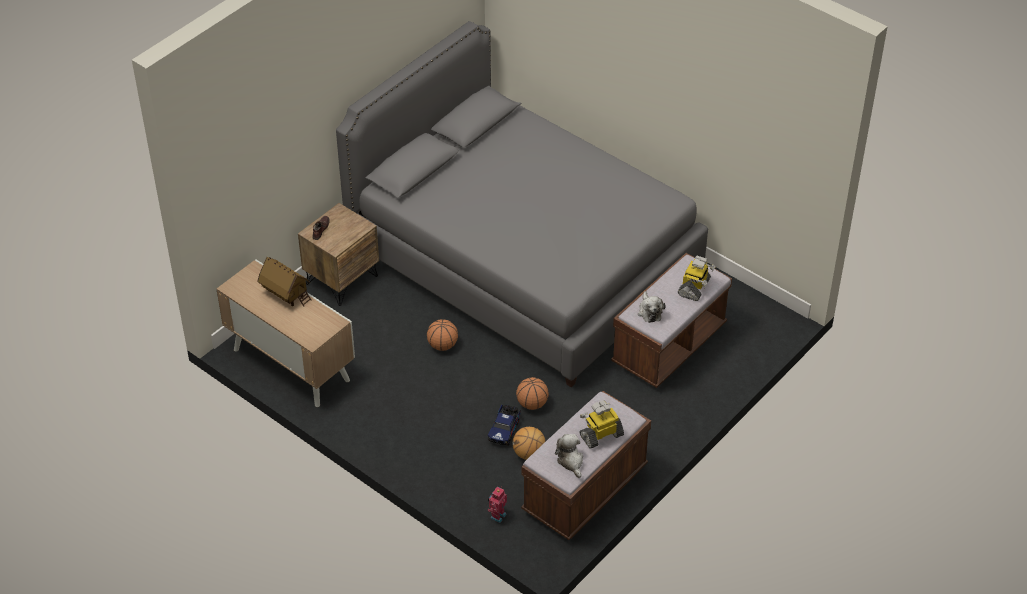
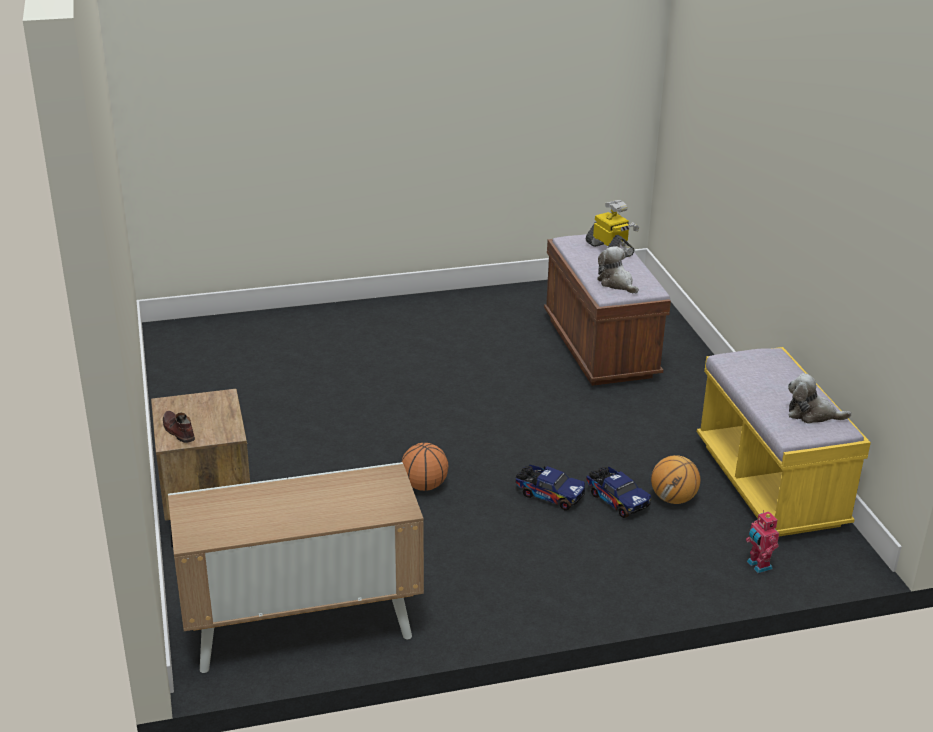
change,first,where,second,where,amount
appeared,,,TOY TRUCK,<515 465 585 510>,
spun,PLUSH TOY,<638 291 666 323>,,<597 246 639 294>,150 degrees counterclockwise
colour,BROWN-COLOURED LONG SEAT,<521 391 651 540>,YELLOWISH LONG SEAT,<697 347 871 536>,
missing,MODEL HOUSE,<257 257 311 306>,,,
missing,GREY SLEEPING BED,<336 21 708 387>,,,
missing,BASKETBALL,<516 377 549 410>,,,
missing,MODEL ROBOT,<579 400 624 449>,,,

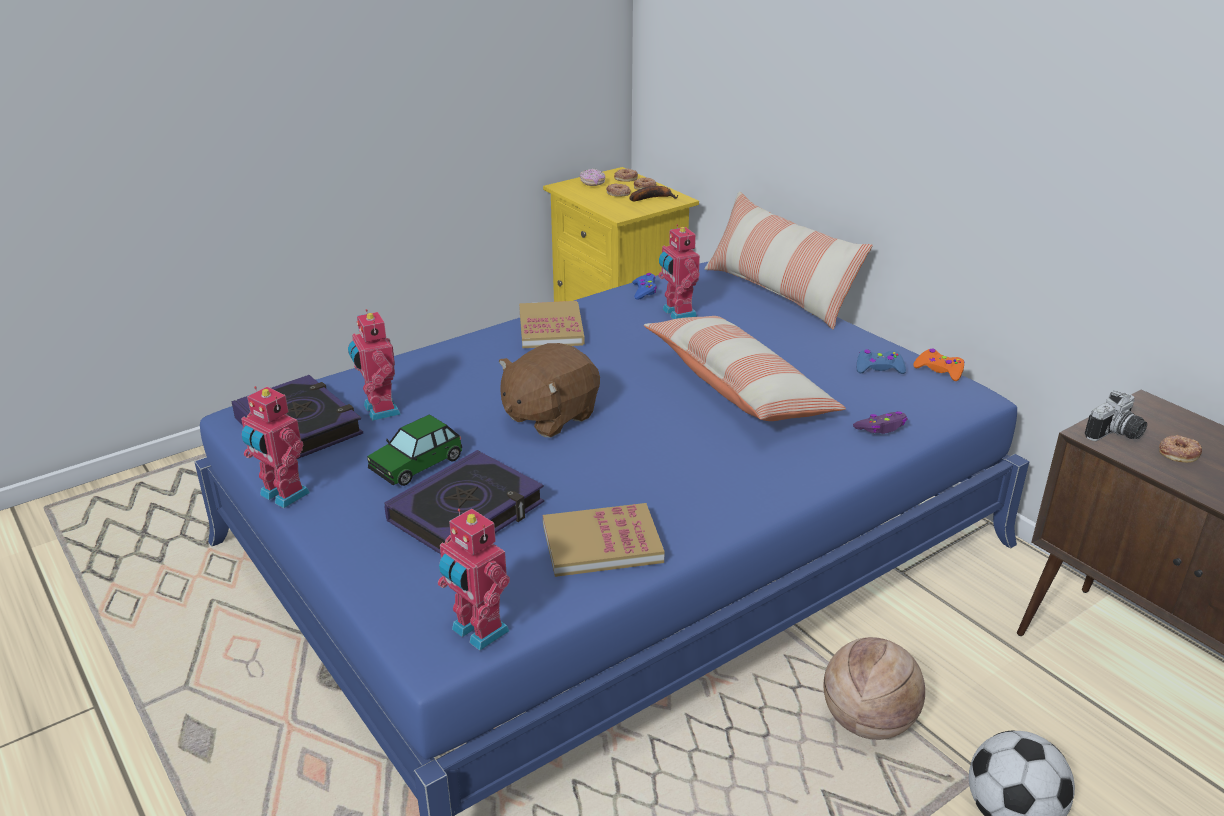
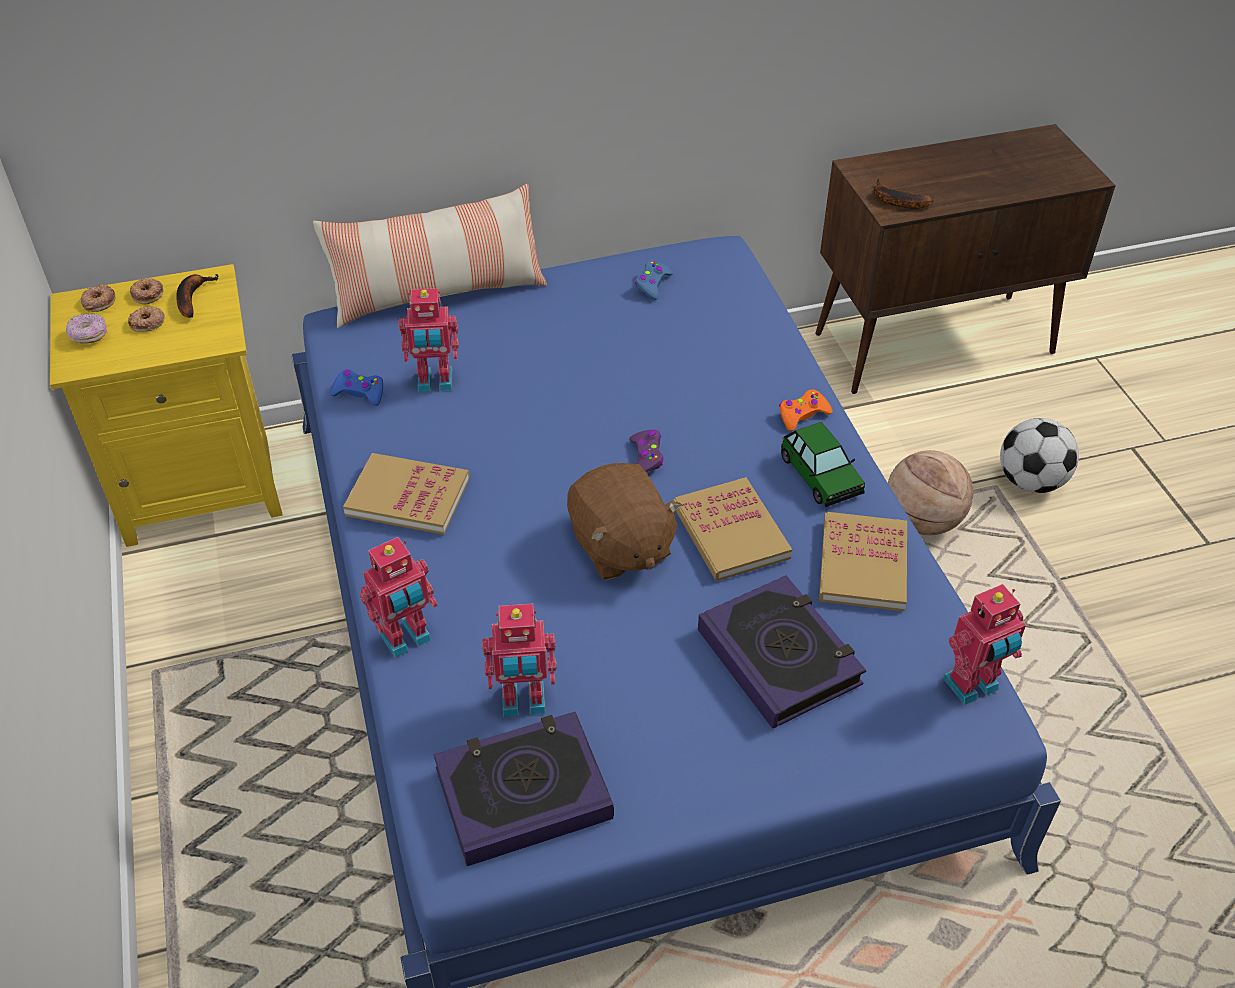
change,first,where,second,where,amount
relocated,MODEL ROBOT,<241 386 310 508>,,<360 537 437 658>,
relocated,PURPLE-COLOURED GAME CONTROLLER,<853 411 908 434>,,<629 429 664 473>,
appeared,,,BOUND BOOK,<673 477 792 581>,
relocated,ORANGE GAME CONTROLLER,<913 348 964 381>,,<779 389 833 431>,
relocated,TOY CAR,<367 414 462 486>,,<781 422 865 507>,
exchanged,PHOTO CAMERA,<1085 391 1147 441>,WHOLE BANANA,<874 179 934 208>,
missing,THROW PILLOW,<644 316 846 421>,,,
missing,RING DOUGHNUT,<1159 435 1202 463>,,,

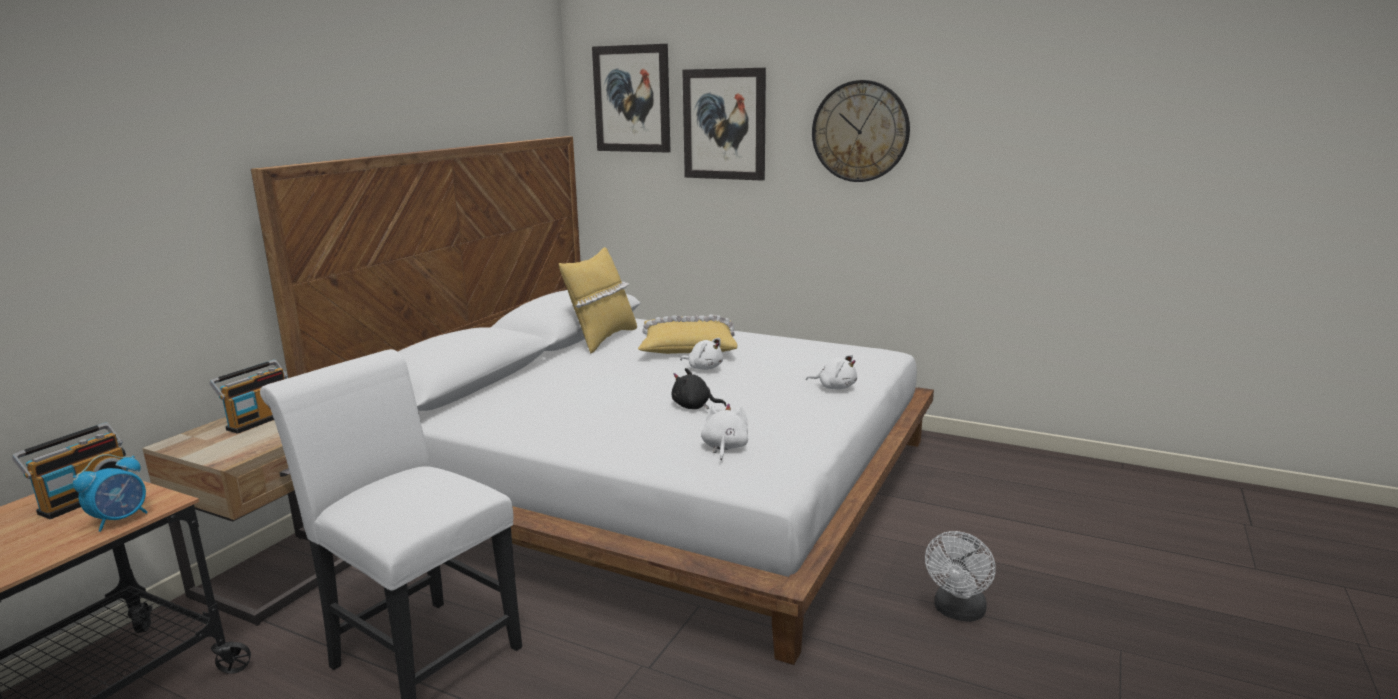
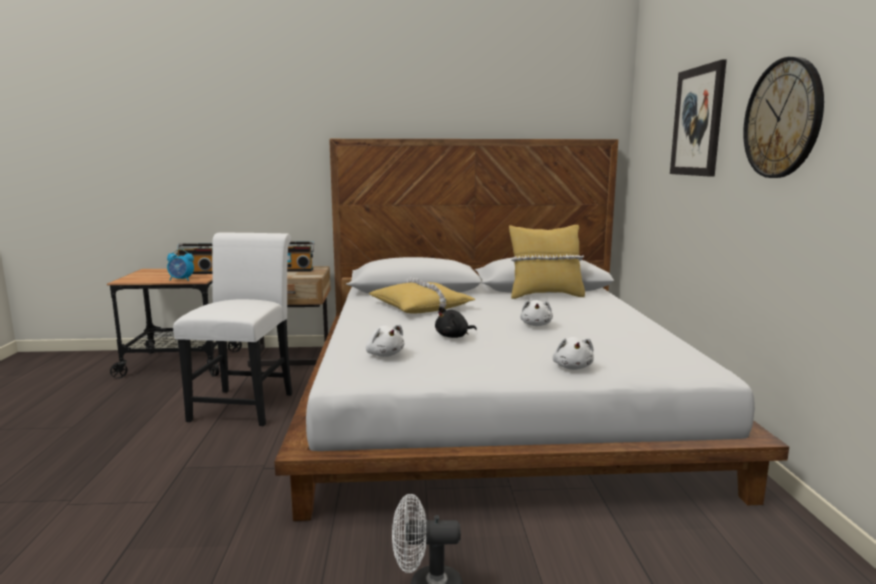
change,first,where,second,where,amount
spun,WHITISH PLUSH TOY,<701 403 748 460>,,<366 324 404 357>,75 degrees clockwise
relocated,YELLOWISH THROW PILLOW,<638 314 738 354>,,<369 277 475 313>,
spun,BLACKISH PLUSH TOY,<672 368 727 409>,,<435 307 477 338>,105 degrees counterclockwise
missing,PICTURE,<592 44 670 152>,,,

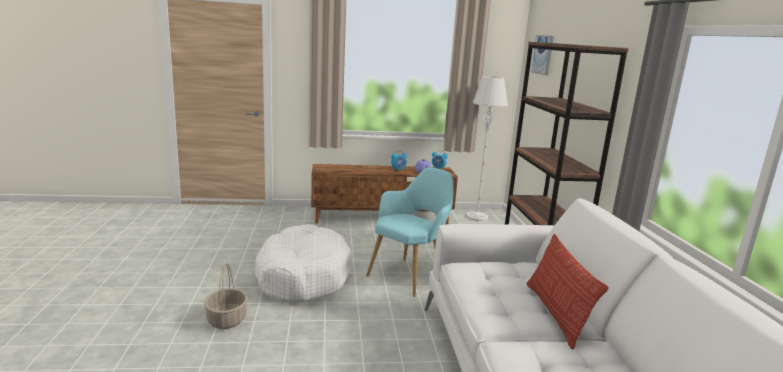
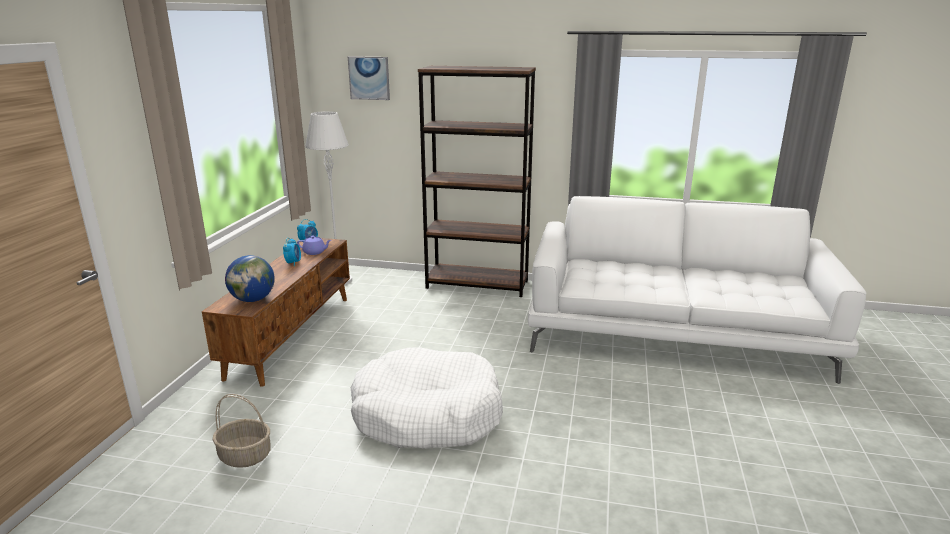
change,first,where,second,where,amount
relocated,STORAGE BASKET,<204 263 248 329>,,<212 394 271 468>,
appeared,,,DESK GLOBE,<225 255 275 302>,
missing,BLUE-GREEN EASY CHAIR,<366 167 454 297>,,,
missing,THROW PILLOW,<526 234 609 349>,,,

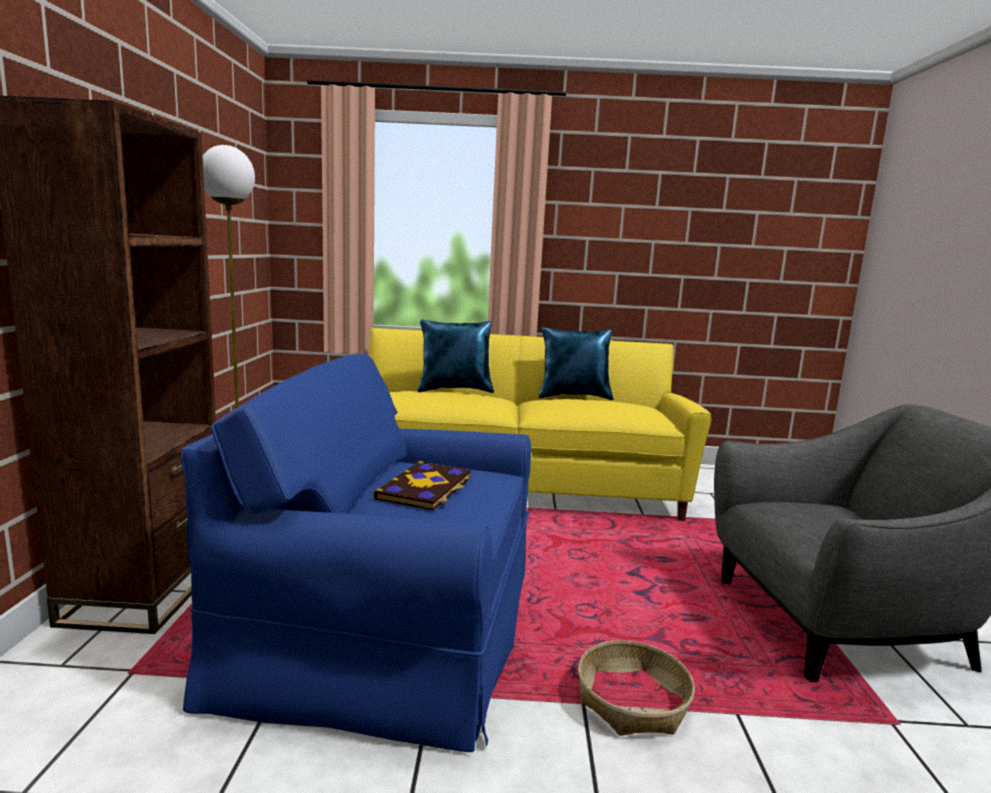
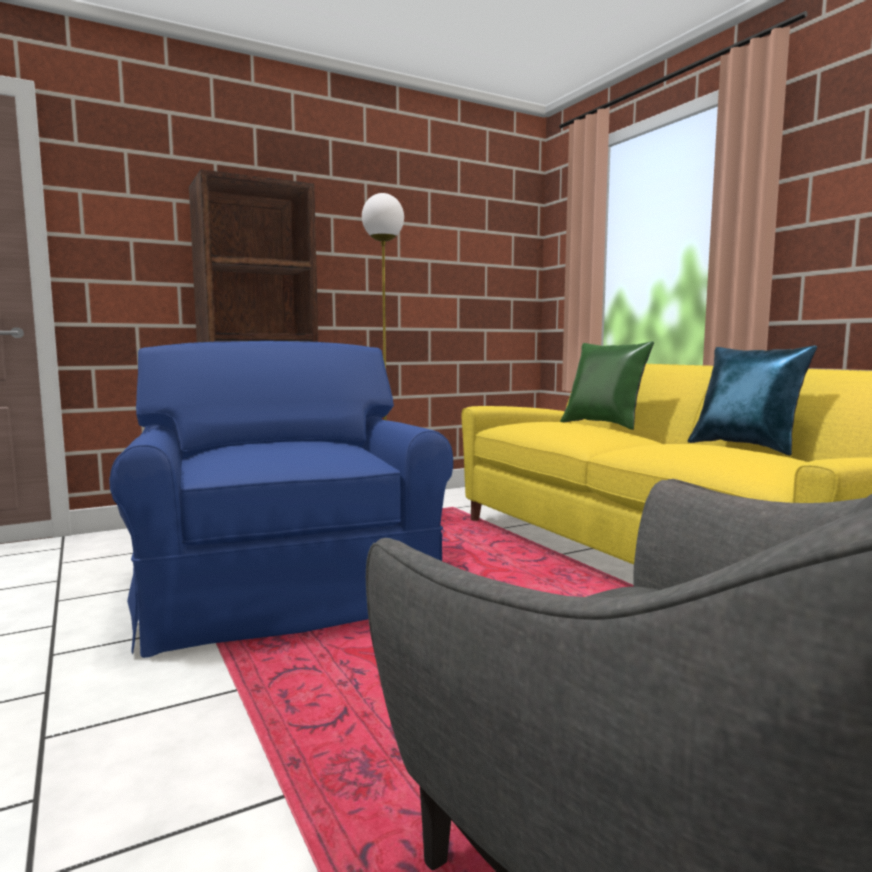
change,first,where,second,where,amount
colour,BLUE THROW PILLOW,<418 319 494 393>,GREEN-COLOURED THROW PILLOW,<560 341 654 430>,
missing,BOUND BOOK,<373 461 471 511>,,,
missing,STORAGE BASKET,<578 640 695 736>,,,

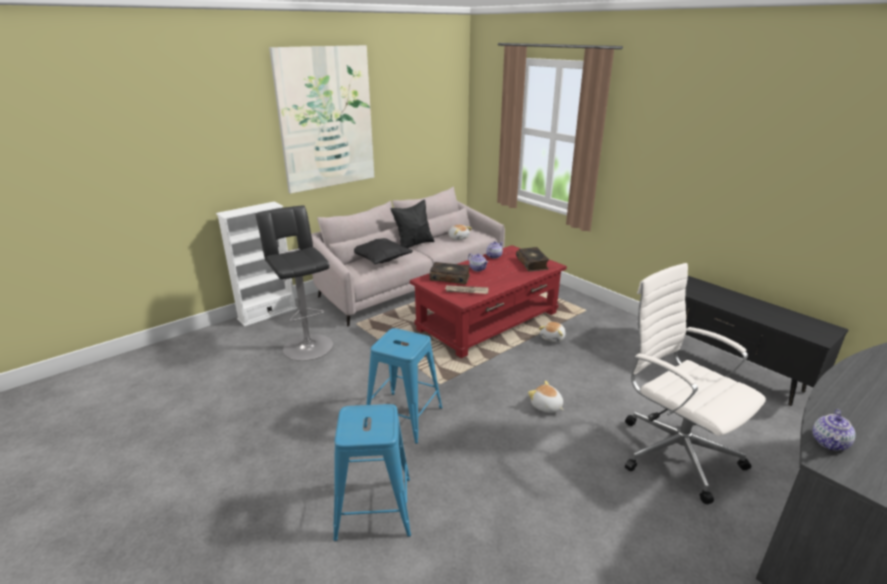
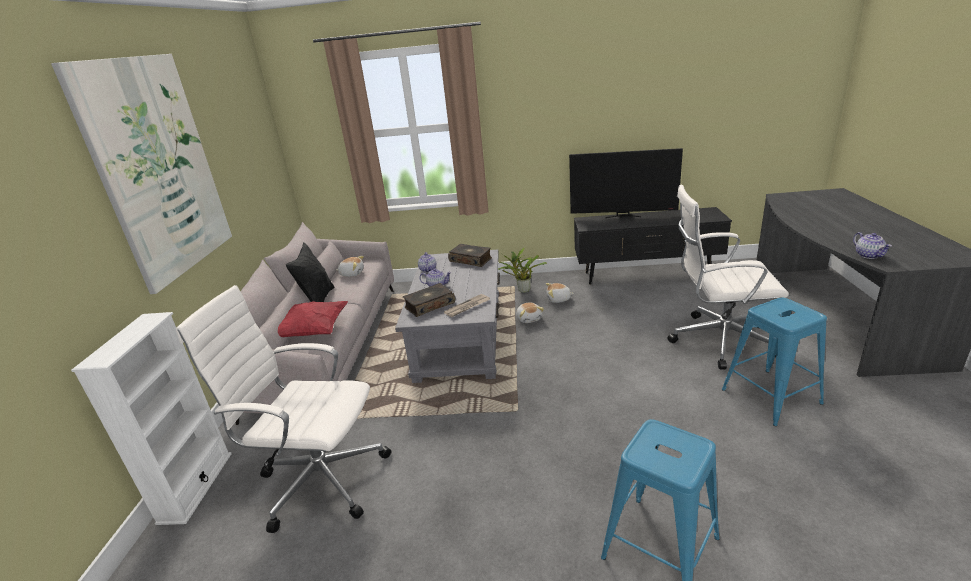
change,first,where,second,where,amount
exchanged,BLACKISH STOOL,<256 205 333 361>,WHITISH DESK CHAIR,<176 285 391 533>,
colour,BLACKISH THROW PILLOW,<354 238 413 264>,RED THROW PILLOW,<278 301 348 337>,
colour,RED LOUNGE TABLE,<410 245 567 358>,GREY LOUNGE TABLE,<395 249 500 383>,
appeared,,,POTTED PLANT,<498 247 547 293>,
relocated,PLUSH TOY,<528 380 564 413>,,<546 283 574 303>,
appeared,,,TV,<569 148 683 218>,
relocated,BLUE STOOL,<364 328 442 444>,,<722 297 827 426>,

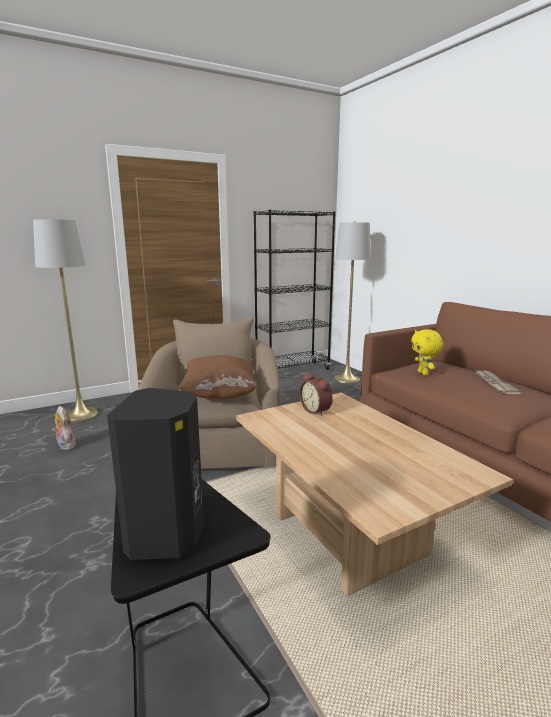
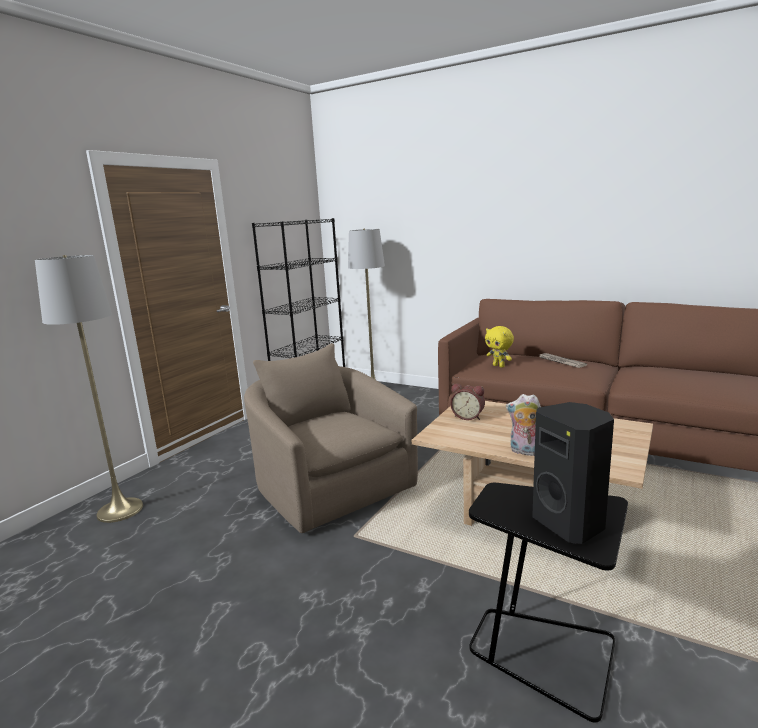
change,first,where,second,where,amount
relocated,PLUSH TOY,<52 406 76 450>,,<506 394 541 456>,
missing,BROWN-COLOURED THROW PILLOW,<178 355 257 399>,,,

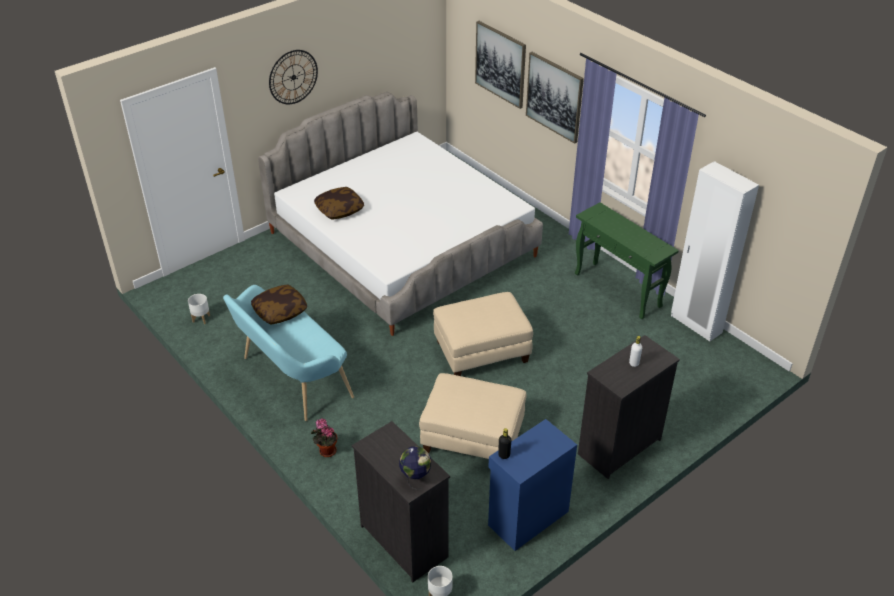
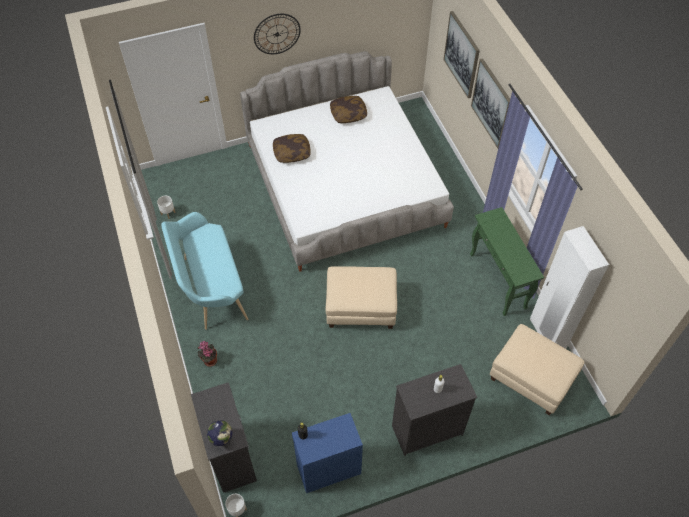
change,first,where,second,where,amount
relocated,THROW PILLOW,<251 285 307 325>,,<330 96 367 123>,
relocated,SAND-COLOURED POUFFE,<419 373 527 459>,,<490 324 585 415>,

